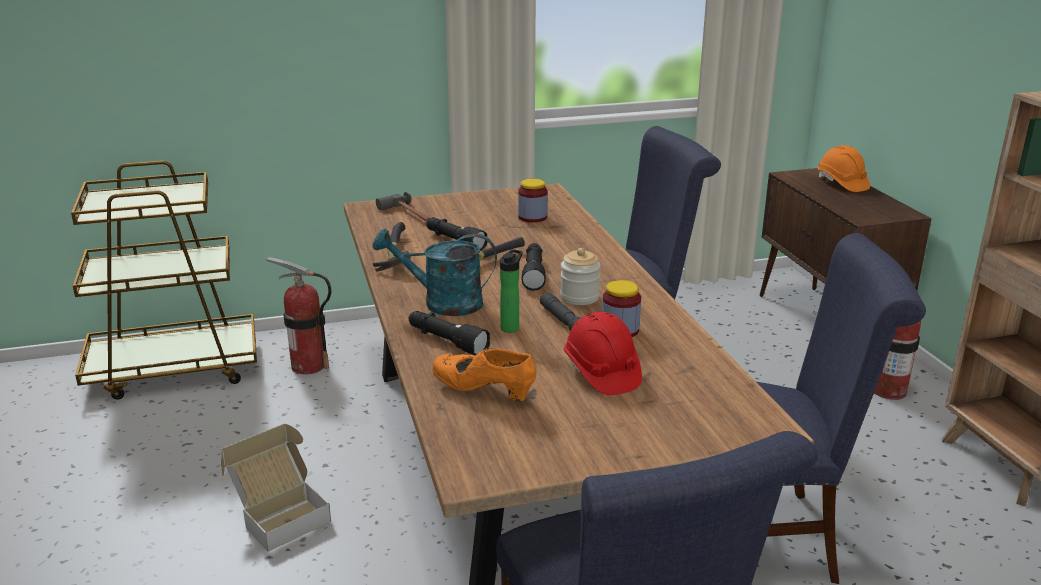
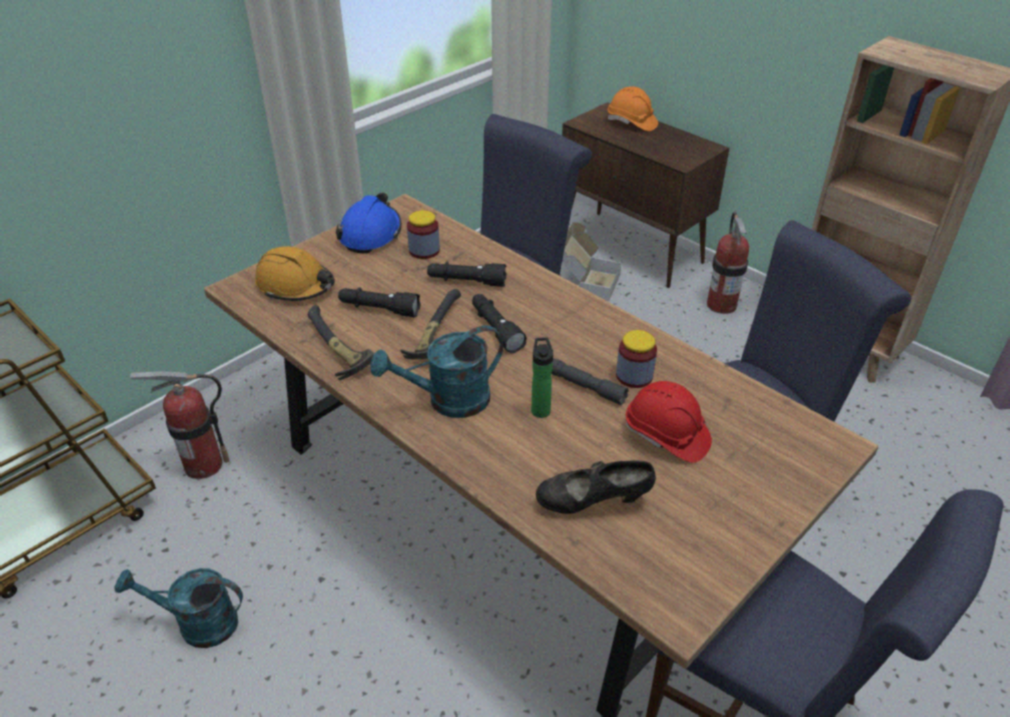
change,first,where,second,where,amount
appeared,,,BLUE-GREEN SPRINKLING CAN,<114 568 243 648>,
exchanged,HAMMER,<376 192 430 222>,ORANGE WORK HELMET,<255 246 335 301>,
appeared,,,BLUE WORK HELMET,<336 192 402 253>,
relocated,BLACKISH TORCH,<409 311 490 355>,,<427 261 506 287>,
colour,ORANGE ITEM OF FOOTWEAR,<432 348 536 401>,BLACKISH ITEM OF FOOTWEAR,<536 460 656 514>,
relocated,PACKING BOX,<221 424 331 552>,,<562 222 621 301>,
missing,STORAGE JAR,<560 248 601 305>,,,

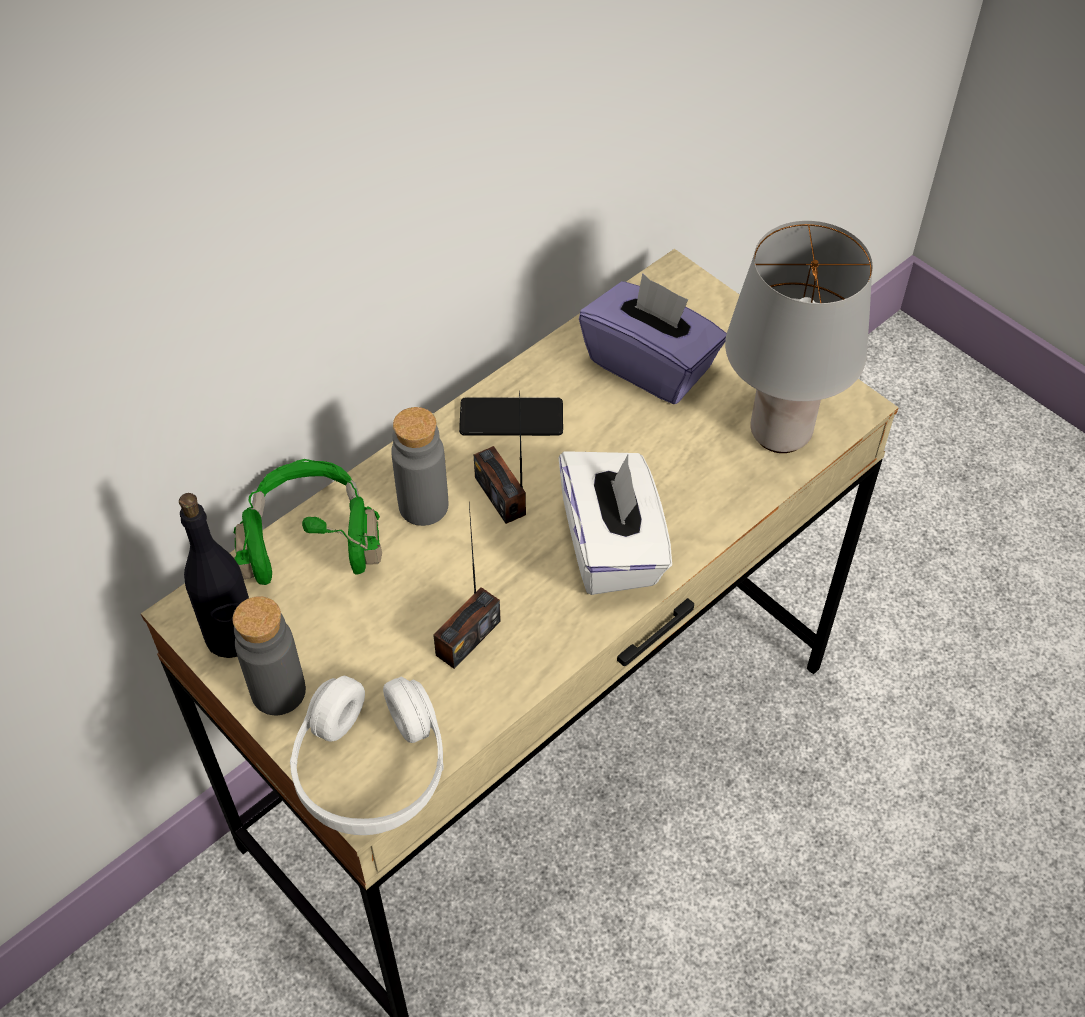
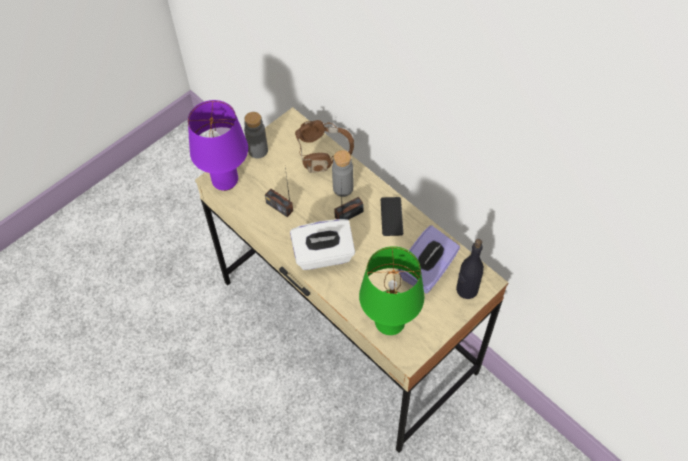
change,first,where,second,where,amount
exchanged,WHITISH HEADPHONES,<290 676 443 835>,PURPLE-COLOURED TABLETOP LAMP,<188 100 248 191>,
colour,GREEN-COLOURED HEADPHONES,<234 459 382 585>,BROWN-COLOURED HEADPHONES,<295 120 354 173>,
colour,GREY TABLETOP LAMP,<725 221 873 453>,GREEN-COLOURED TABLETOP LAMP,<359 246 424 335>,
relocated,BLACKISH DRINK BOTTLE,<179 493 249 658>,,<456 239 484 299>,

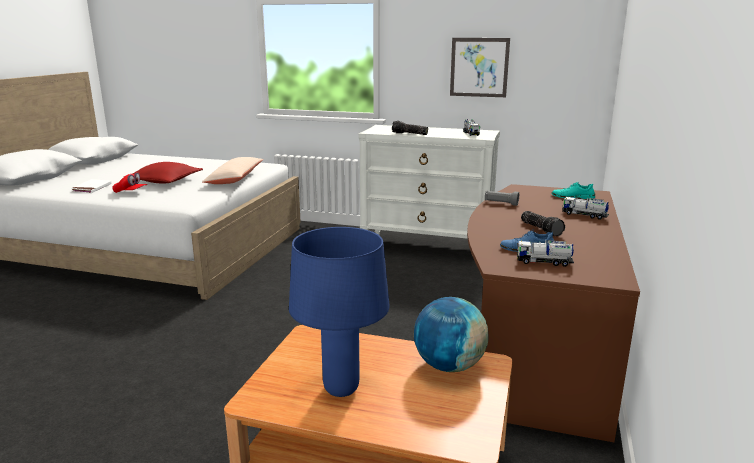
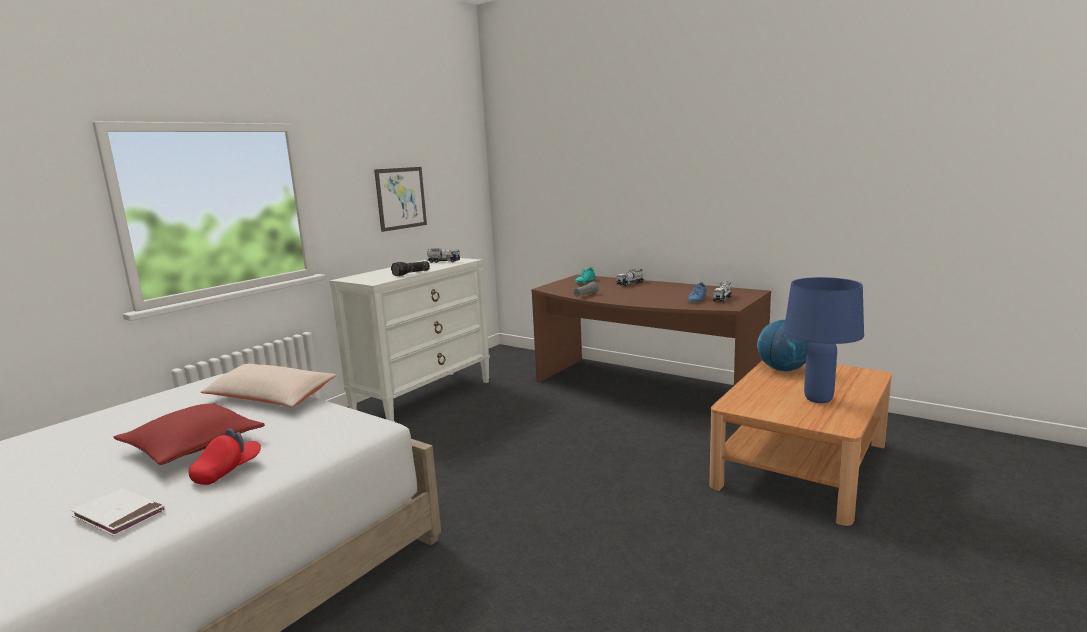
change,first,where,second,where,amount
missing,TORCH,<521 211 565 236>,,,

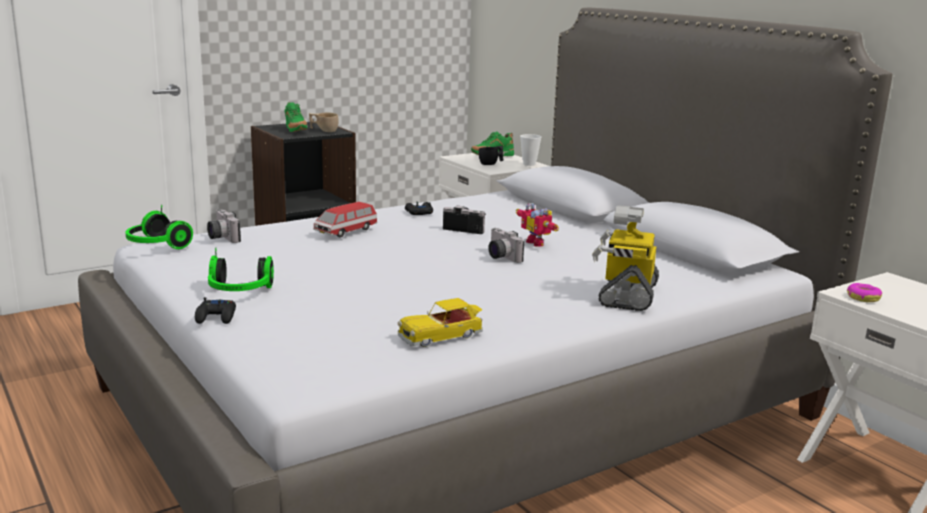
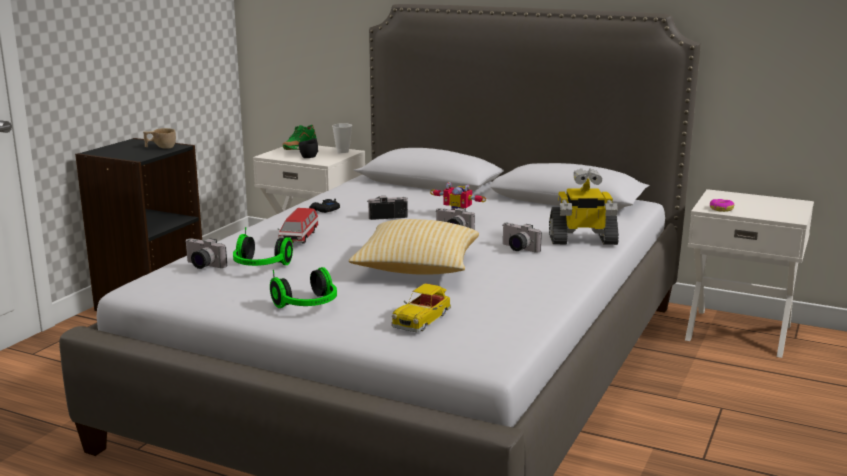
change,first,where,second,where,amount
relocated,HEADPHONES,<125 205 193 249>,,<233 227 293 266>,
appeared,,,THROW PILLOW,<349 219 479 275>,
relocated,TOY CAR,<398 298 483 347>,,<392 283 451 332>,
appeared,,,PHOTO CAMERA,<503 223 542 253>,
spun,MODEL ROBOT,<592 205 659 311>,,<549 168 619 245>,75 degrees counterclockwise
missing,BLACKISH GAME CONTROLLER,<195 297 236 324>,,,
missing,GREEN-COLOURED ITEM OF FOOTWEAR,<285 102 308 132>,,,

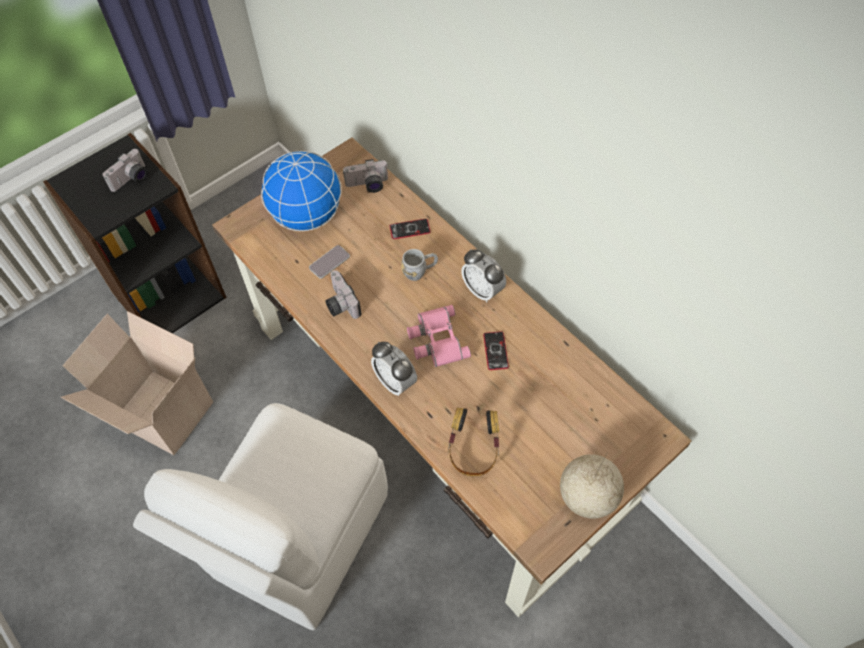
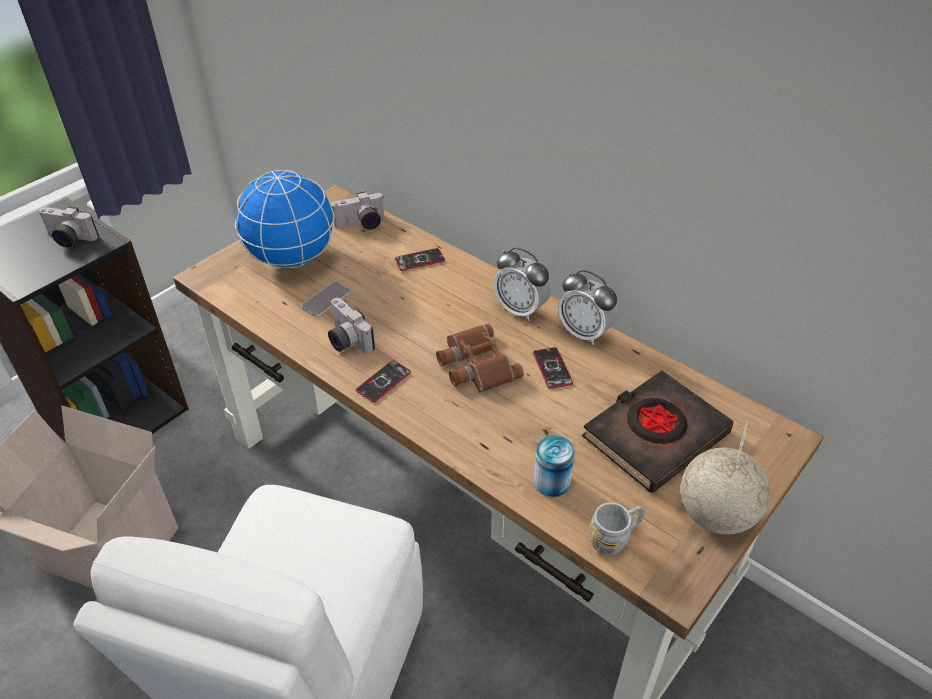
change,first,where,second,where,amount
spun,PHOTO CAMERA,<102 149 148 192>,,<39 207 99 247>,75 degrees clockwise
appeared,,,HANDSET,<356 360 411 402>,
colour,PINK FIELD GLASSES,<407 305 471 367>,BROWN-COLOURED FIELD GLASSES,<436 323 524 392>,
exchanged,HEADPHONES,<448 408 499 476>,SEALED CAN,<533 435 575 497>,
relocated,ALARM CLOCK,<371 342 417 396>,,<558 270 618 345>,
appeared,,,BLACKISH BOUND BOOK,<582 370 733 493>,
relocated,GREY COFFEE MUG,<401 249 438 281>,,<590 503 645 556>,

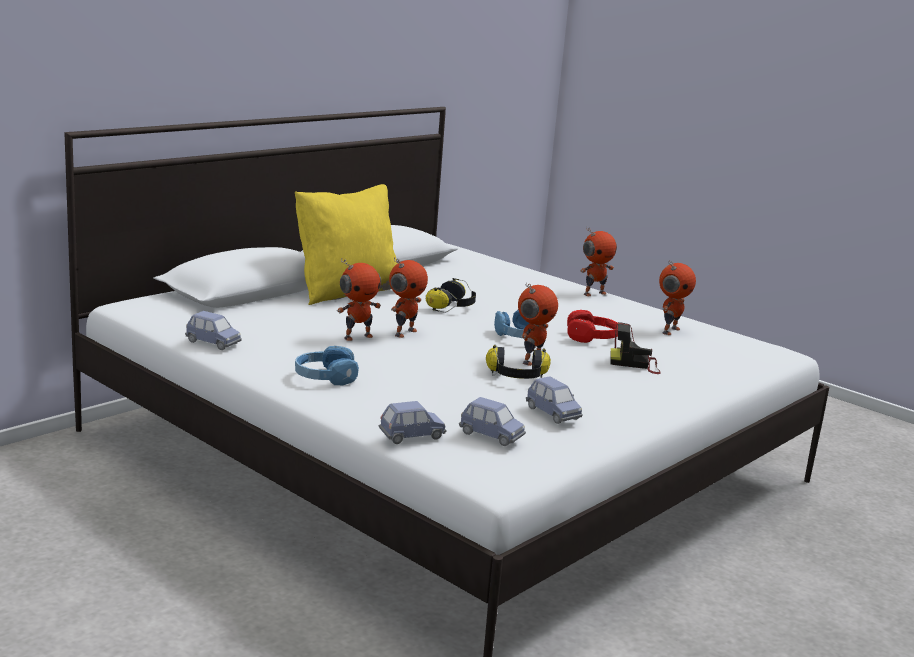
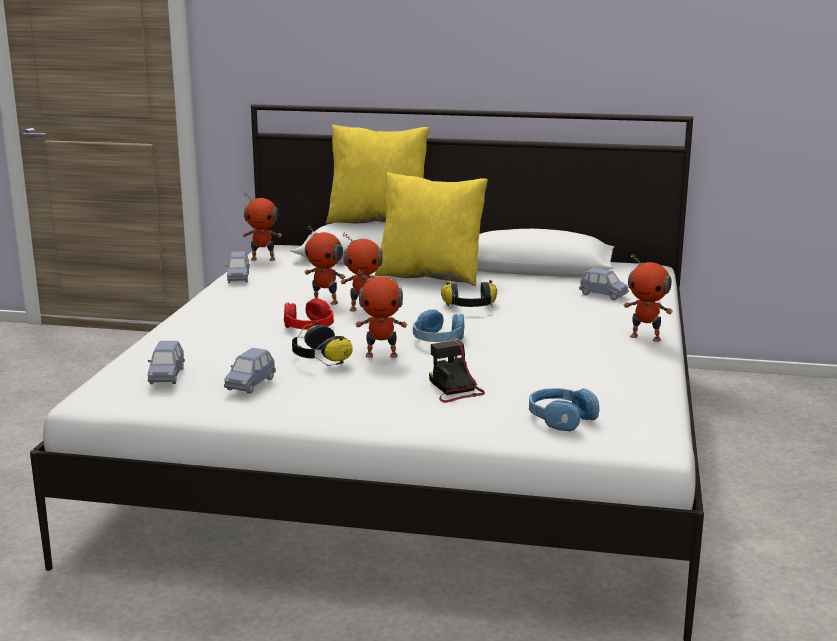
change,first,where,second,where,amount
relocated,MODEL ROBOT,<659 260 696 335>,,<243 193 282 261>,
relocated,RED HEADPHONES,<567 310 618 343>,,<284 298 334 330>,
appeared,,,YELLOWISH THROW PILLOW,<326 124 429 224>,
relocated,BLUE HEADPHONES,<295 346 359 385>,,<529 388 600 431>,
relocated,BLUE TOY CAR,<379 401 447 444>,,<579 267 629 300>,

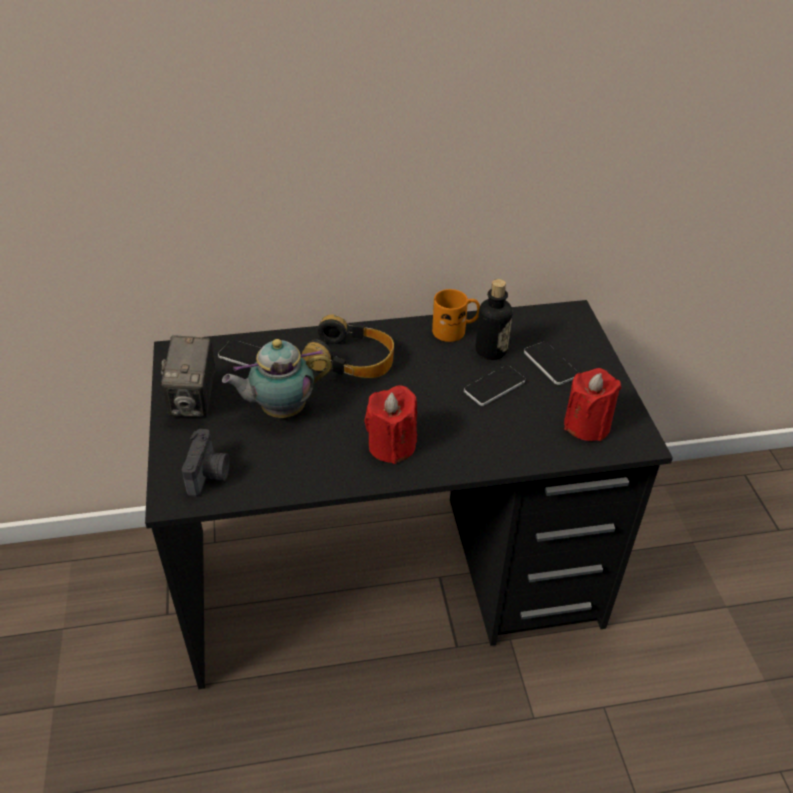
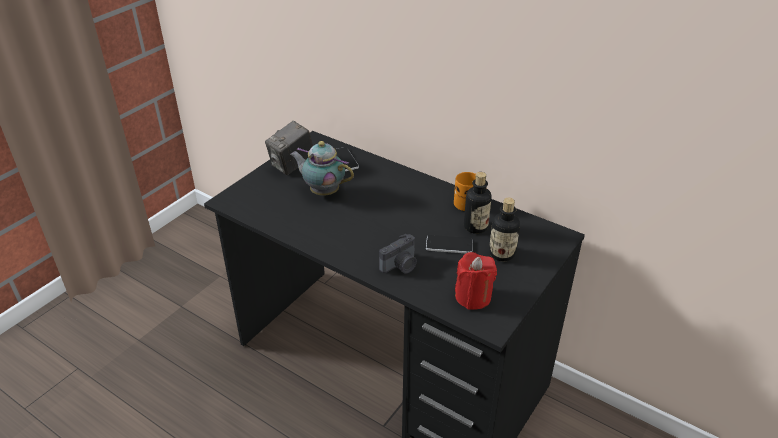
change,first,where,second,where,amount
relocated,PHOTO CAMERA,<182 429 230 497>,,<379 234 417 274>,
exchanged,HANDSET,<524 342 578 385>,DRINK BOTTLE,<489 198 520 262>,
missing,HEADPHONES,<302 314 394 378>,,,
missing,RED CANDLE,<365 385 417 464>,,,

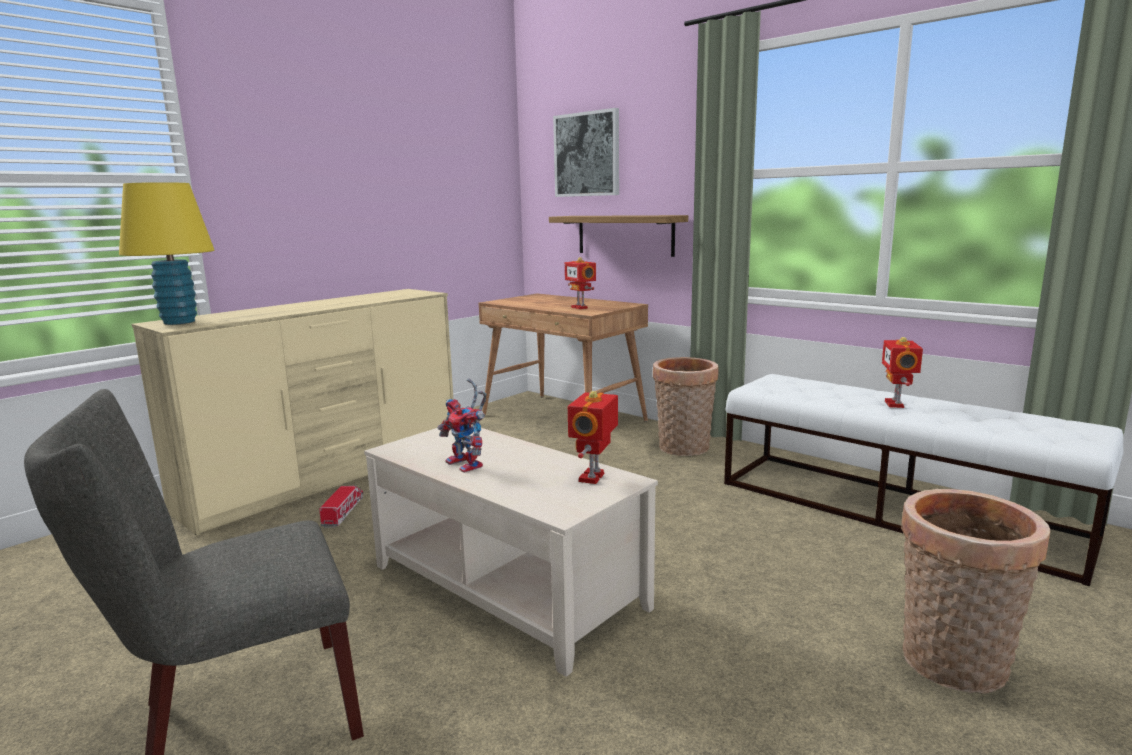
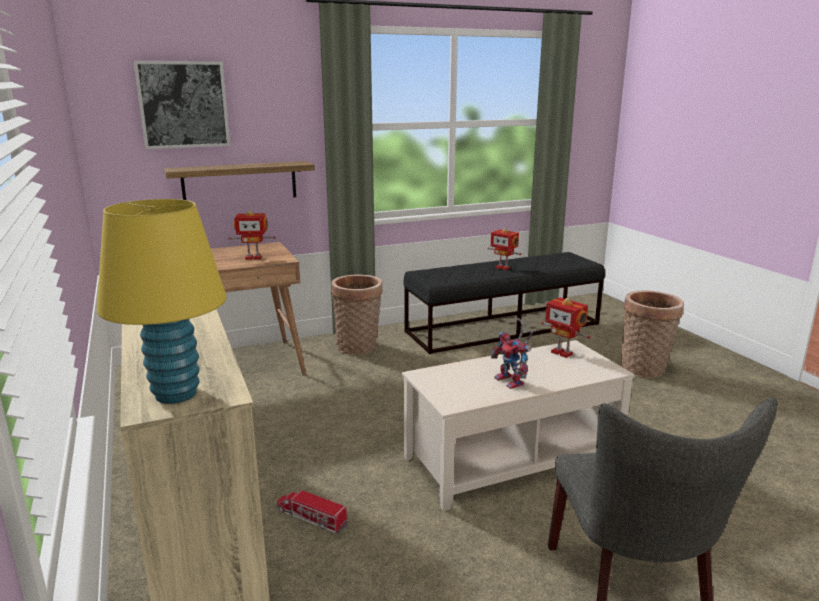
change,first,where,second,where,amount
colour,WHITISH LONG SEAT,<724 374 1123 586>,BLACKISH LONG SEAT,<403 252 605 354>,
spun,MODEL ROBOT,<438 379 487 473>,,<491 318 533 389>,75 degrees clockwise

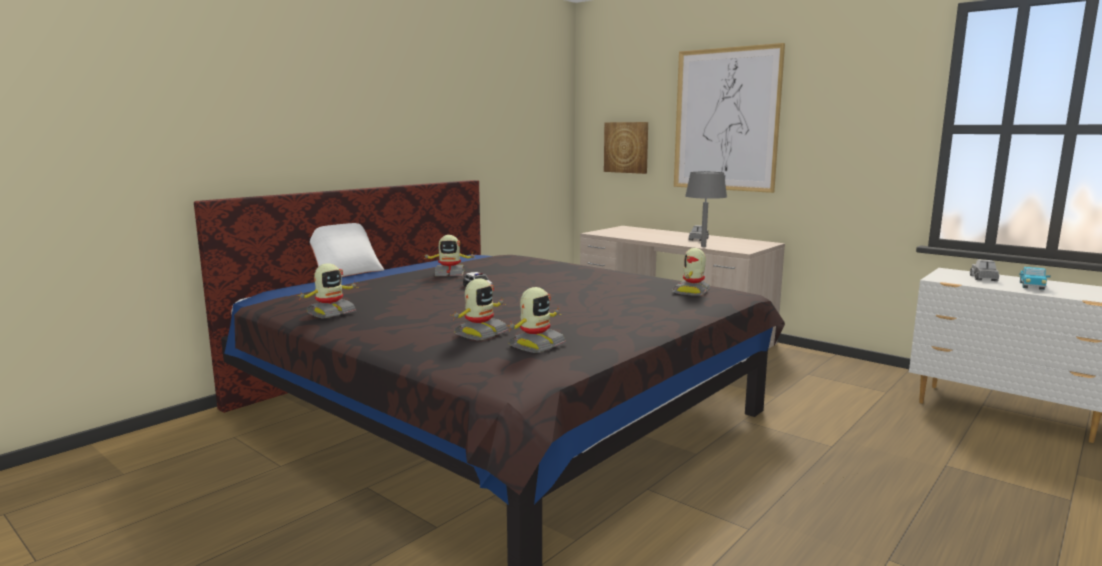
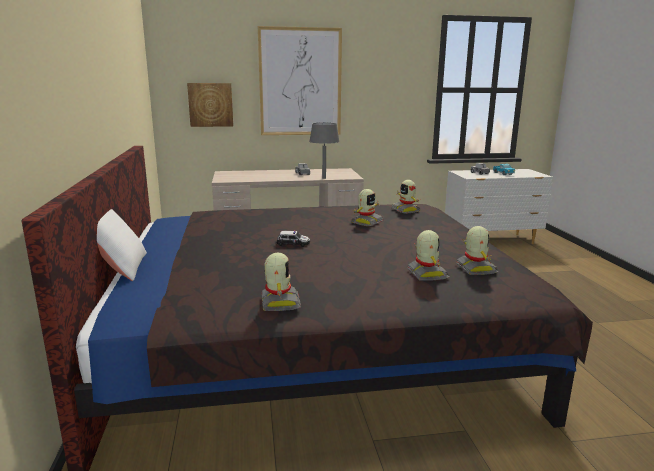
change,first,where,second,where,amount
relocated,MODEL ROBOT,<422 235 476 276>,,<351 189 384 226>,

